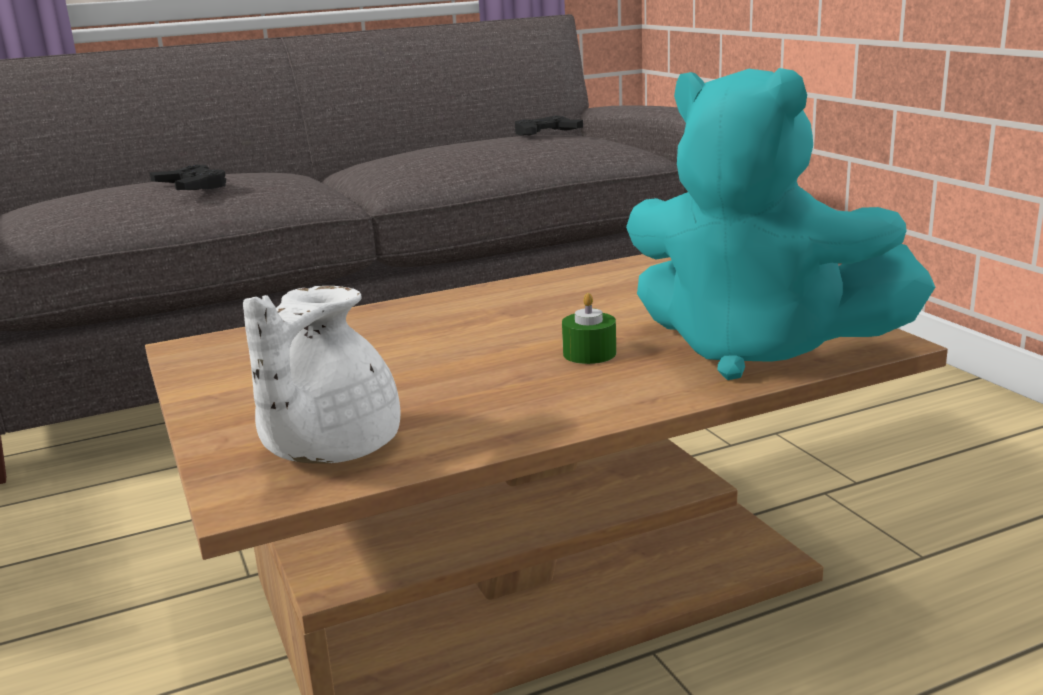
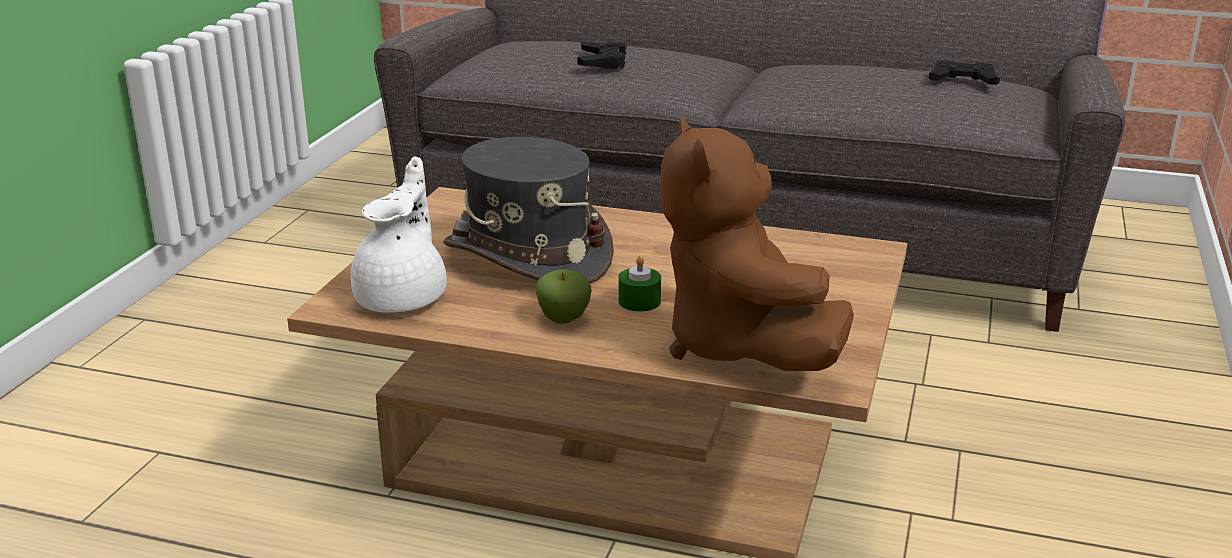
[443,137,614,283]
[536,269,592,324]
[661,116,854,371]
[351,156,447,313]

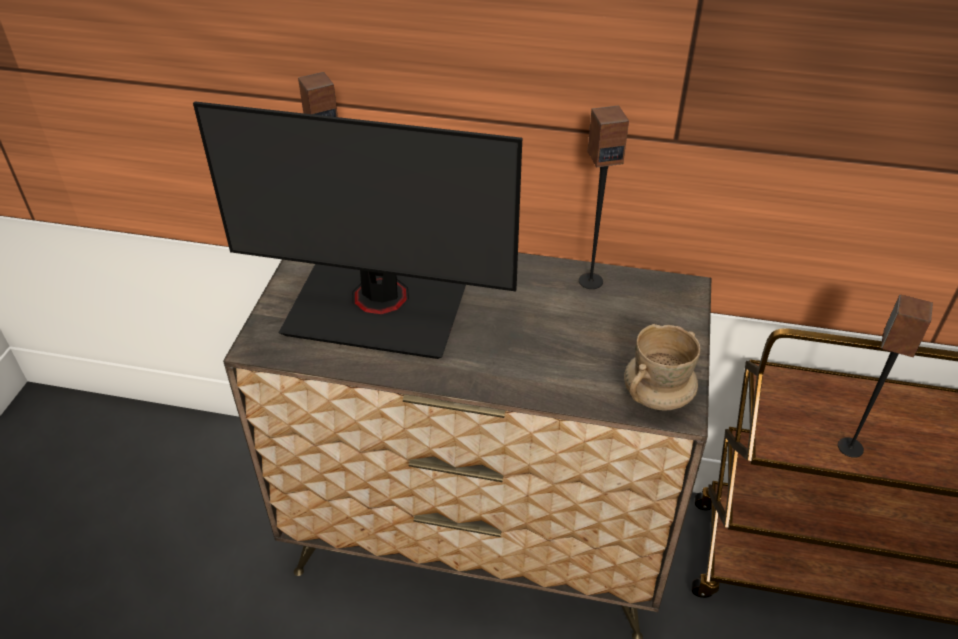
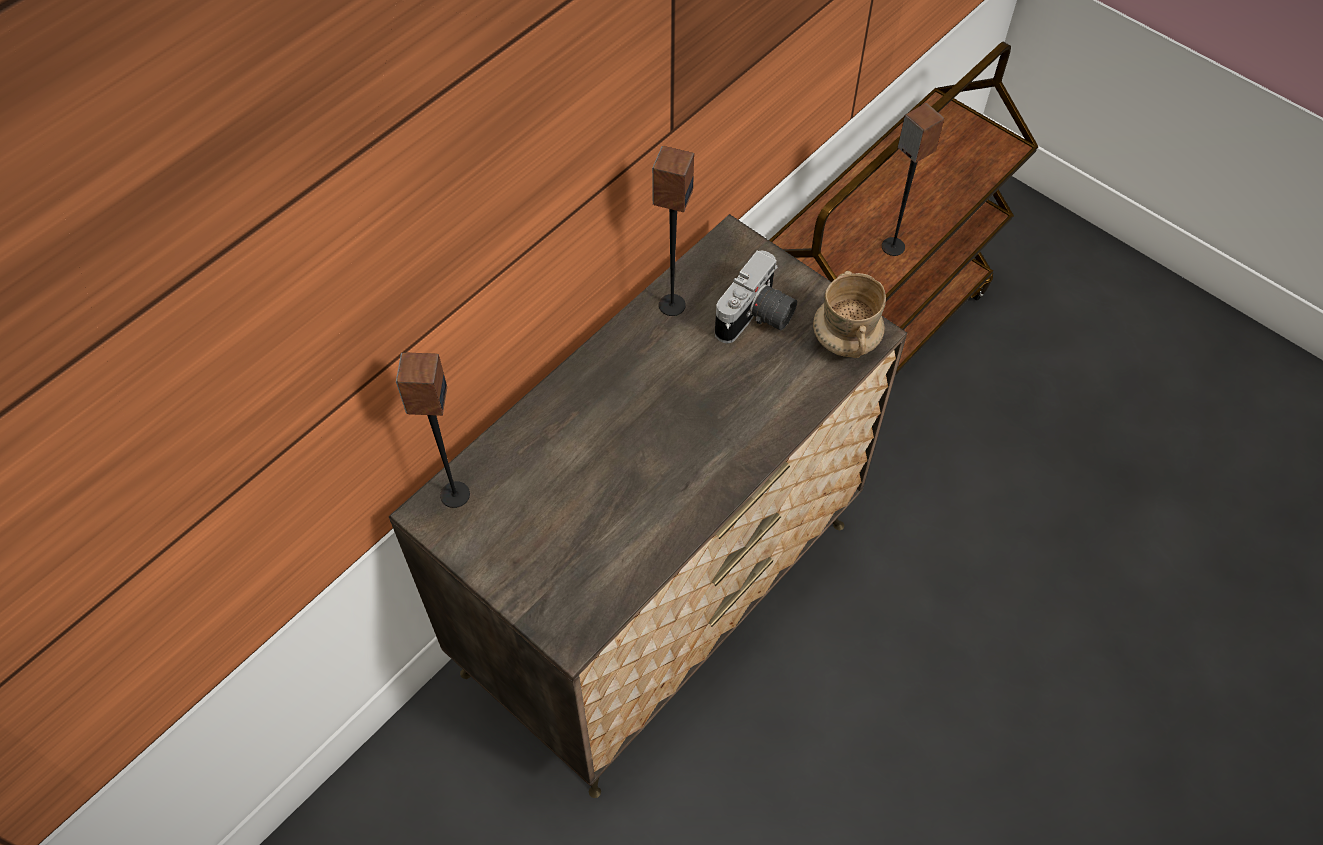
[193,101,522,359] (first image)
[715,251,797,344]

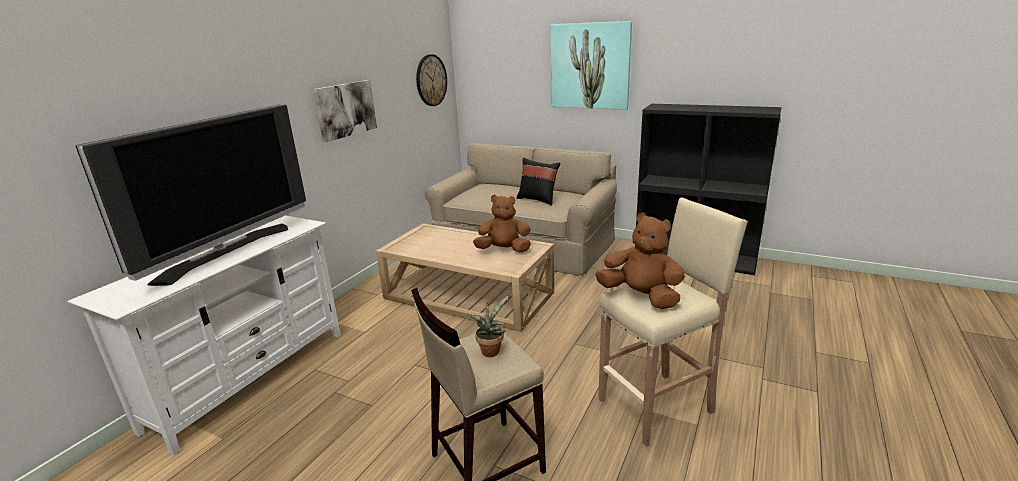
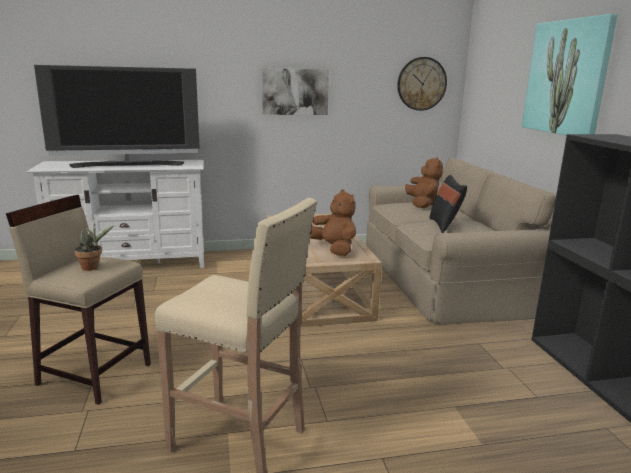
[405,157,443,208]

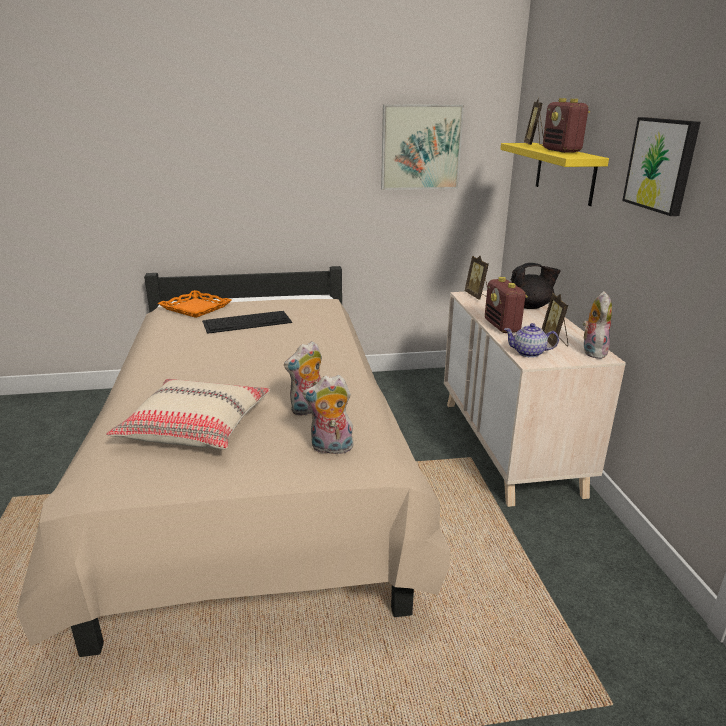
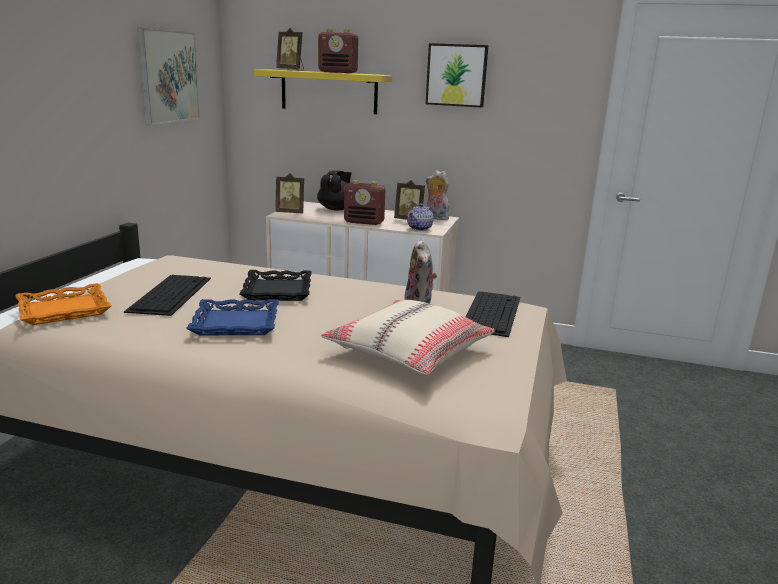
[186,299,279,335]
[240,270,312,301]
[466,291,520,337]

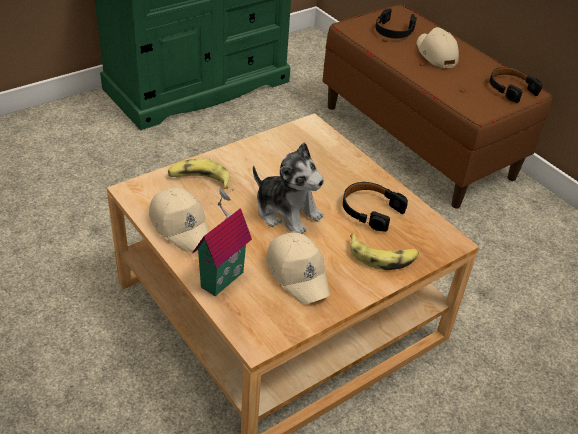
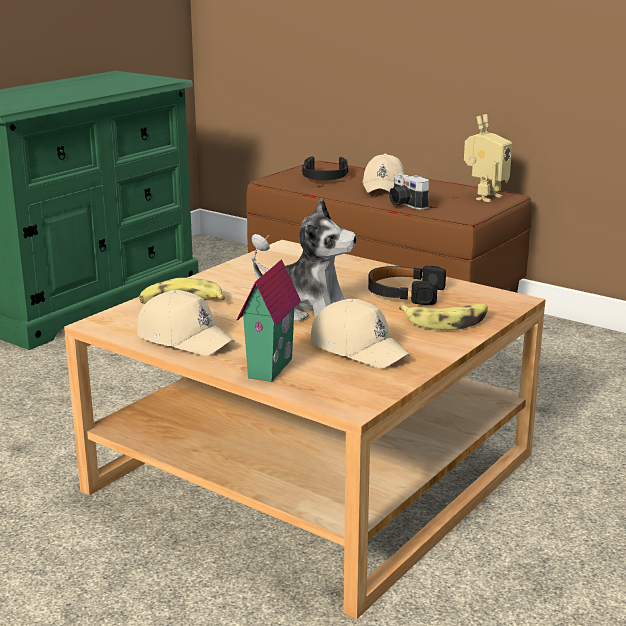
[389,174,429,210]
[464,114,512,202]
[362,154,404,193]

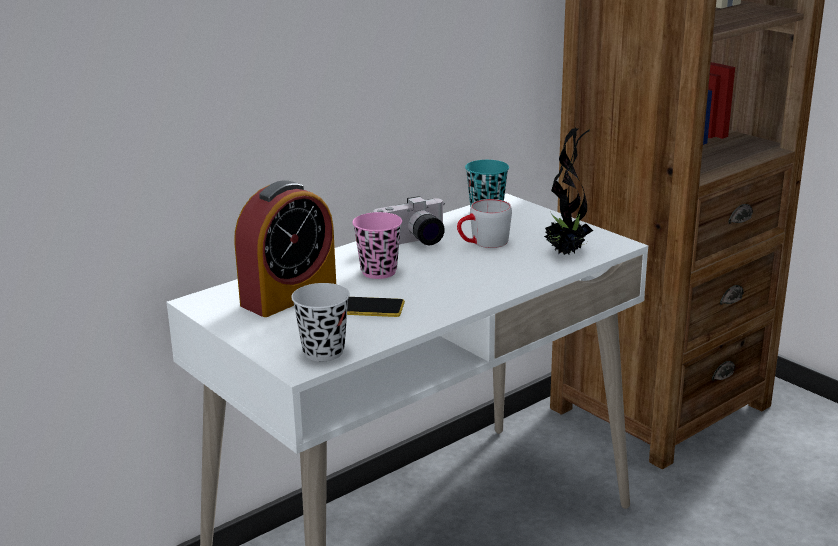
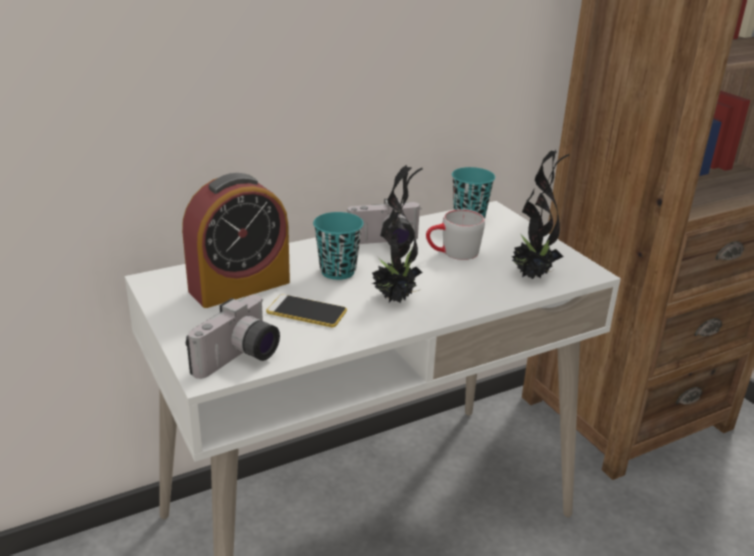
[372,165,423,303]
[186,295,280,379]
[313,212,364,280]

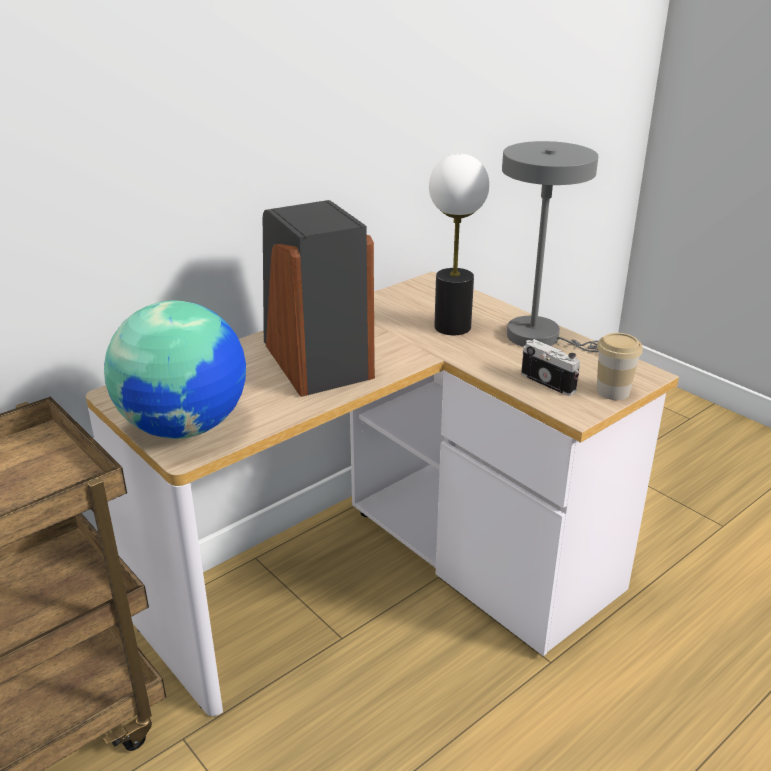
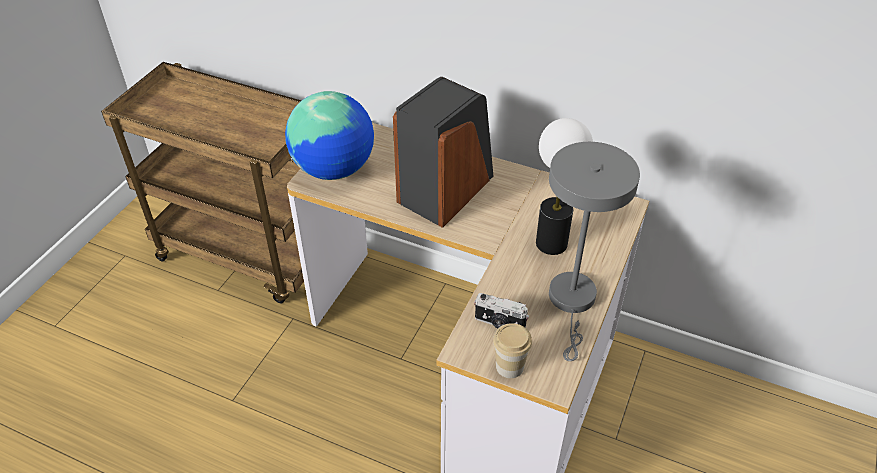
[474,293,529,328]

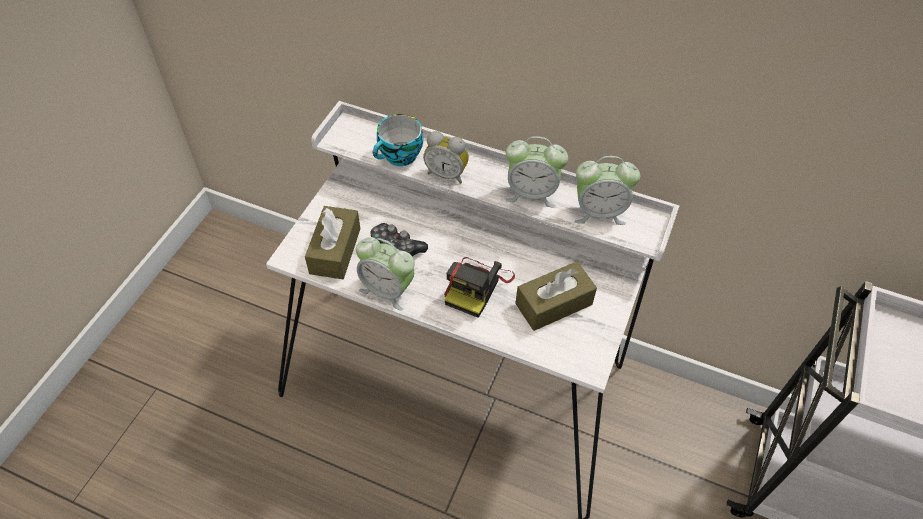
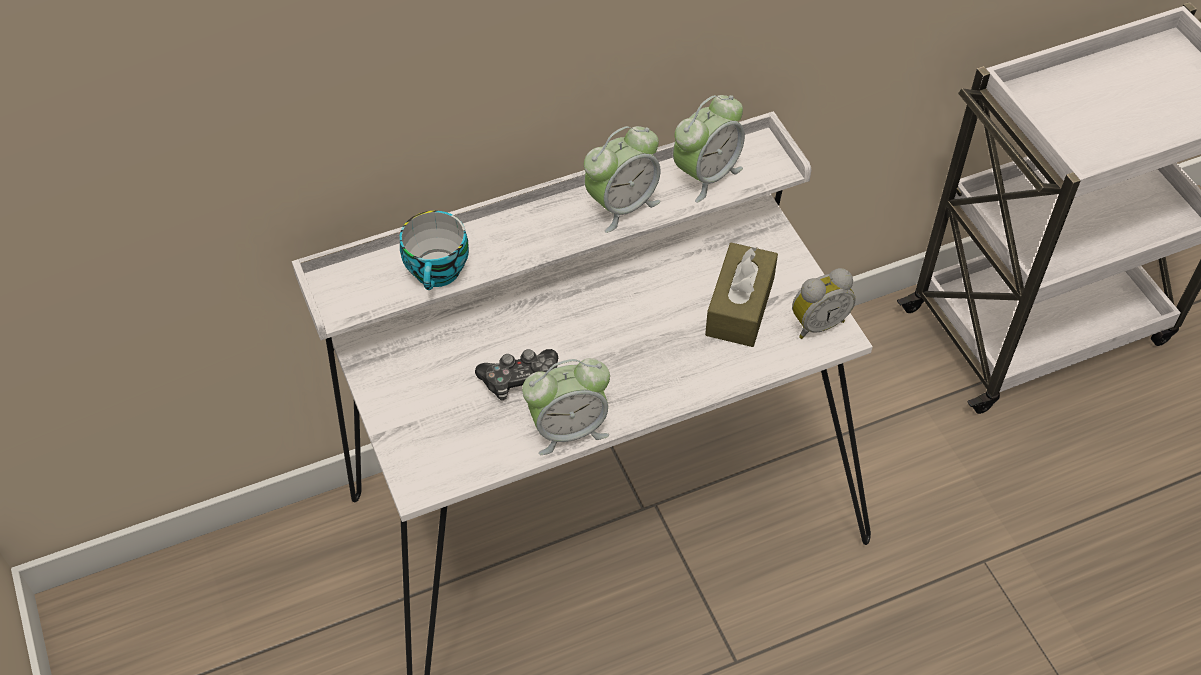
[305,206,360,279] (first image)
[444,257,515,318] (first image)
[792,268,856,339]

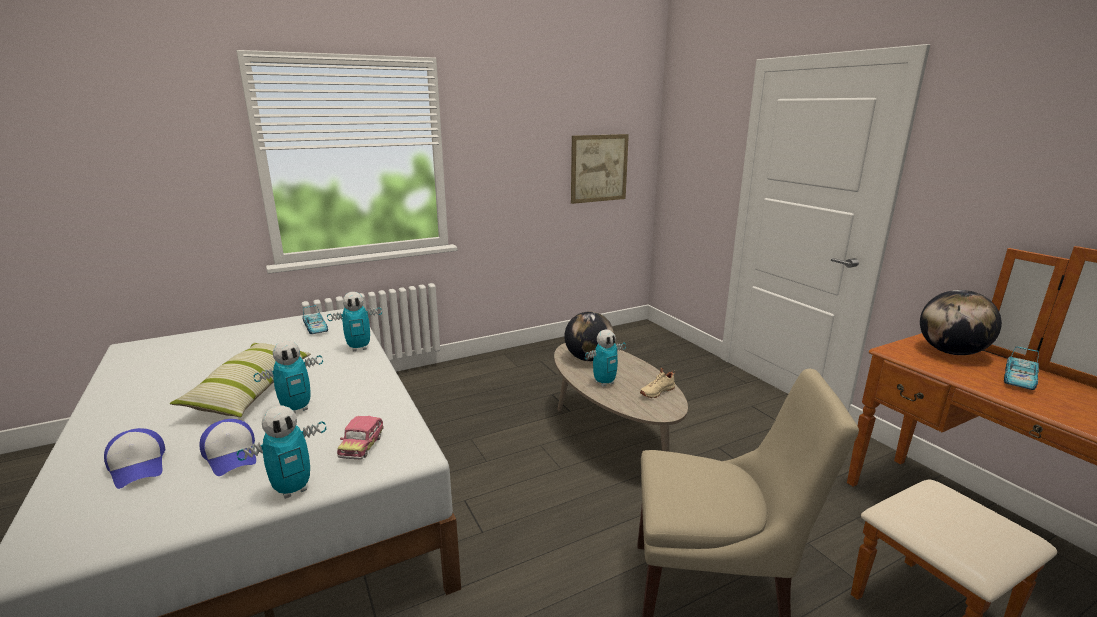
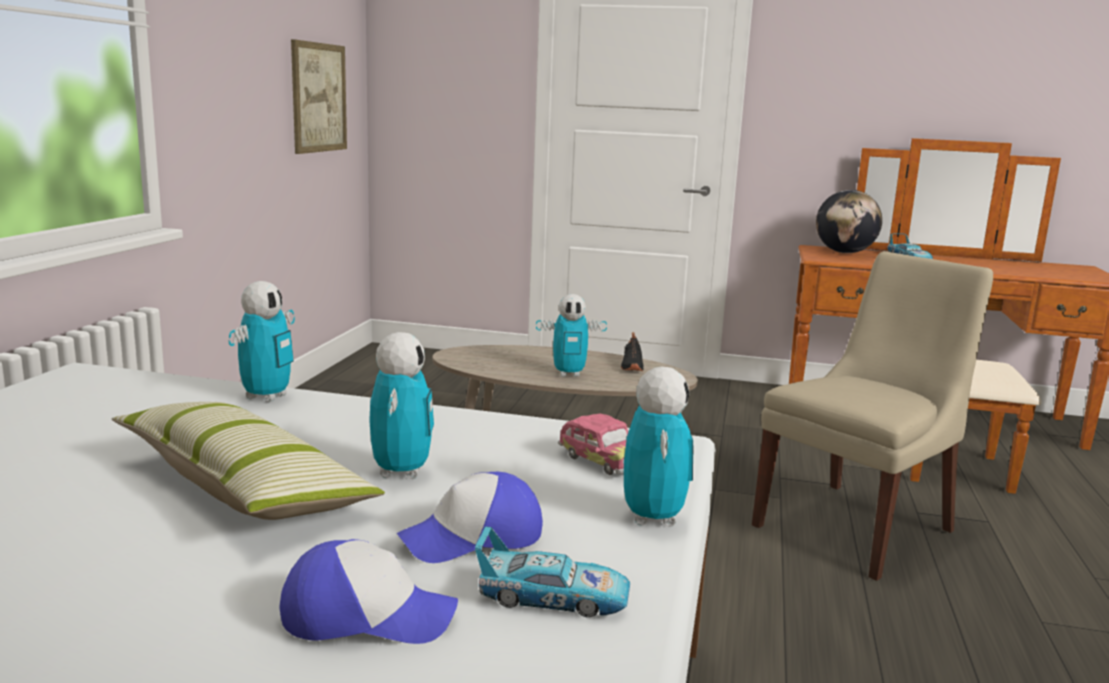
[564,311,614,361] (first image)
[475,526,630,617]
[621,332,644,371]
[397,472,543,563]
[536,294,607,377]

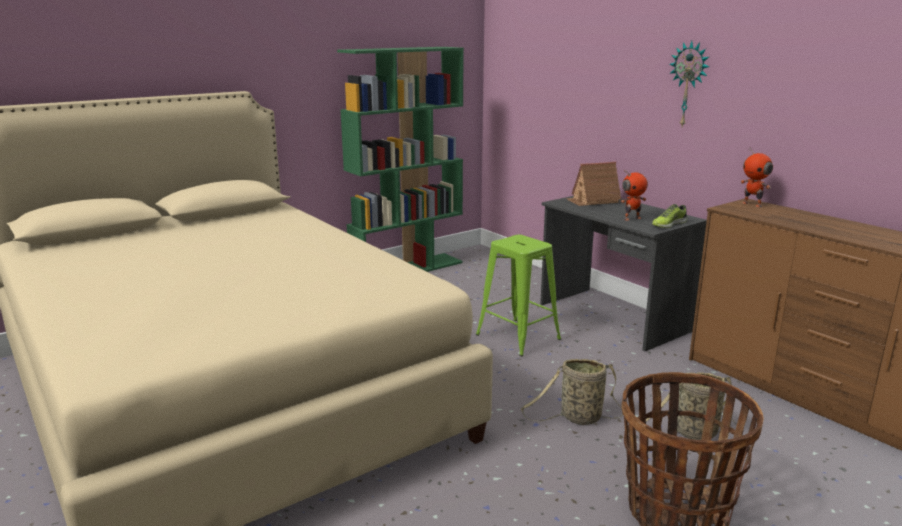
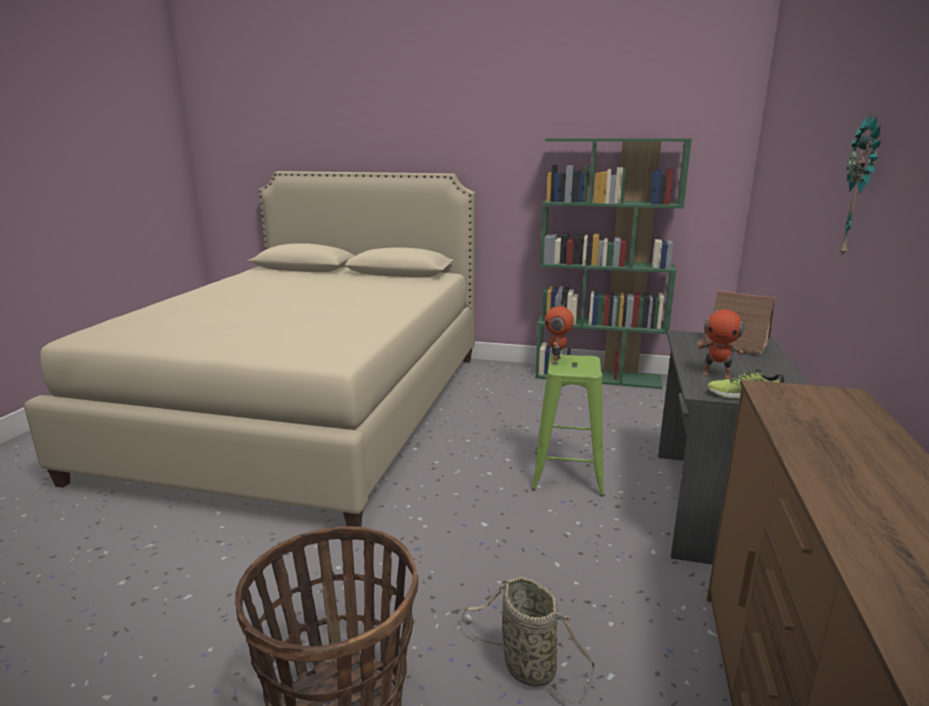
[521,359,623,425] (first image)
[545,300,574,365]

